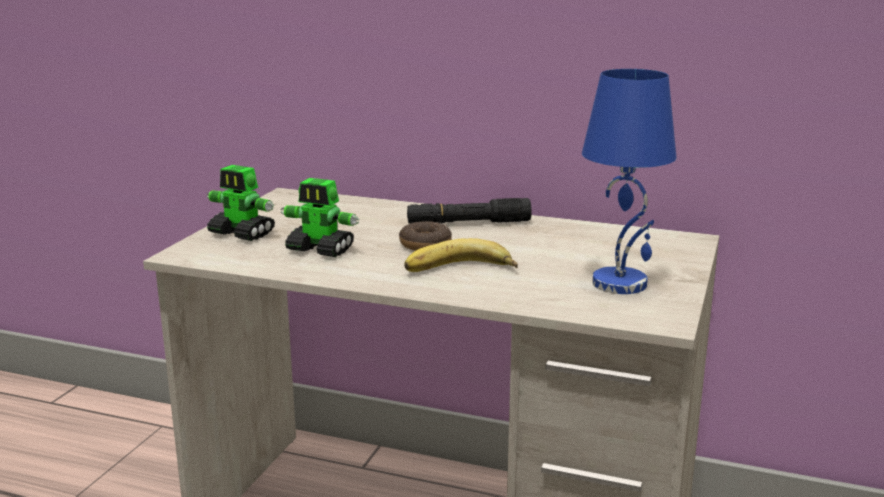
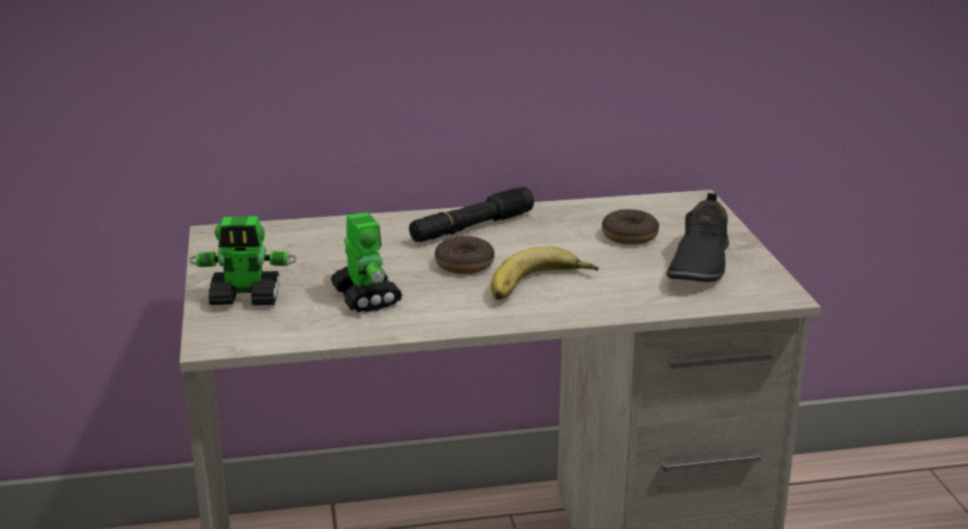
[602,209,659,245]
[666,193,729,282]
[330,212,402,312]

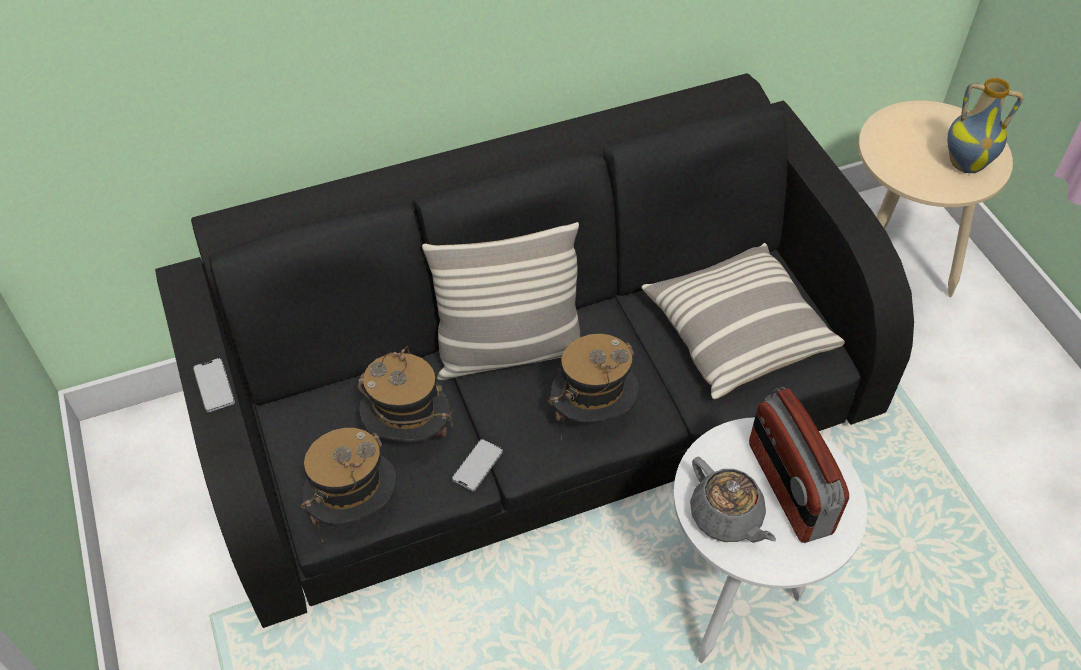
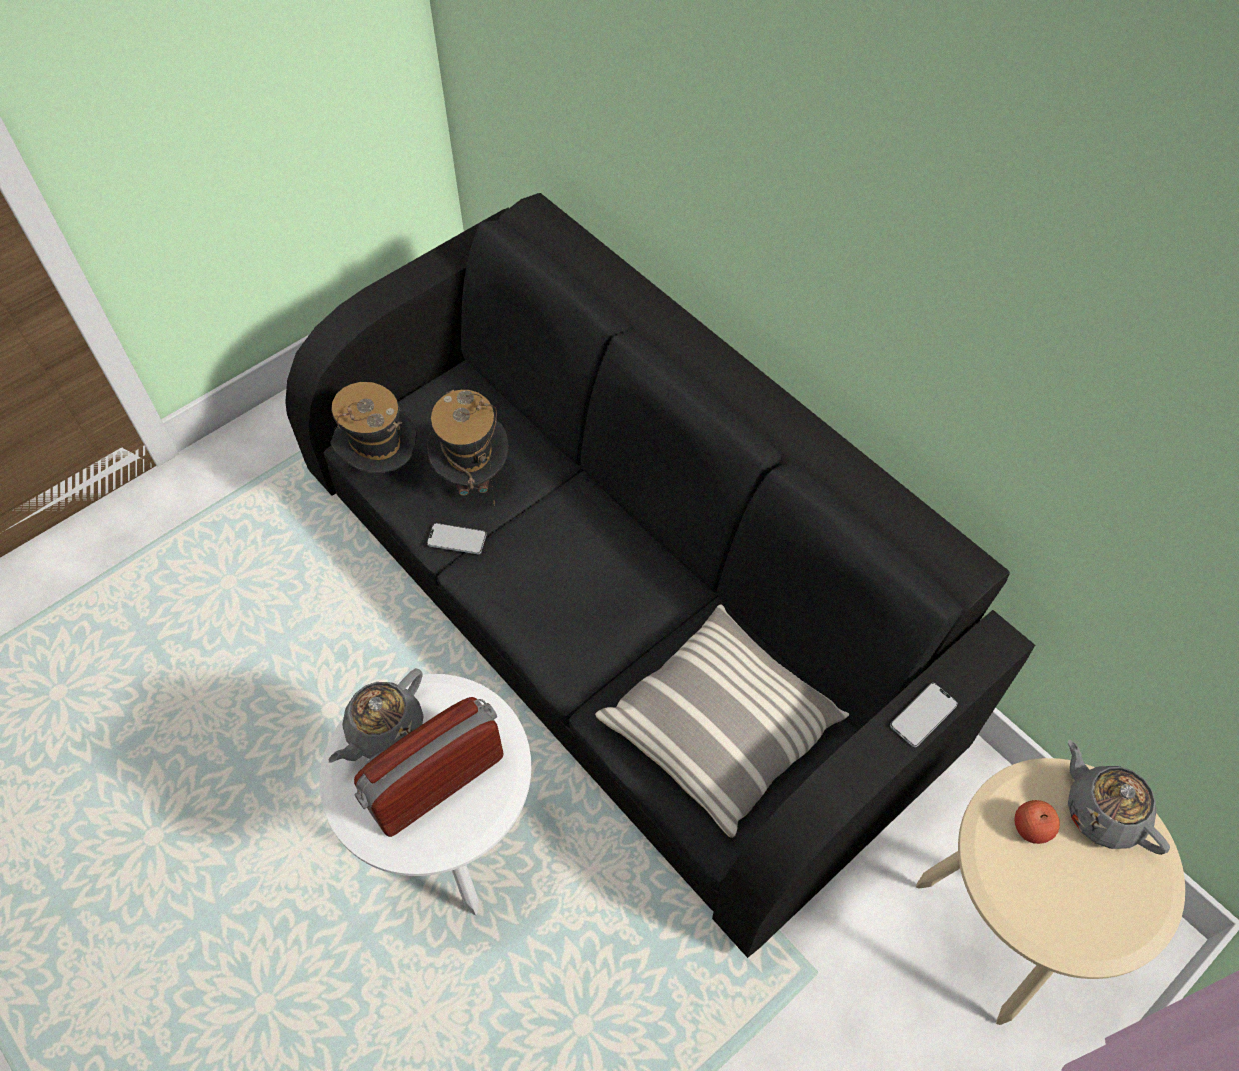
[422,222,580,380] (first image)
[548,334,639,440] (first image)
[947,78,1024,173] (first image)
[1015,800,1060,844]
[1068,740,1170,855]
[890,683,958,747]

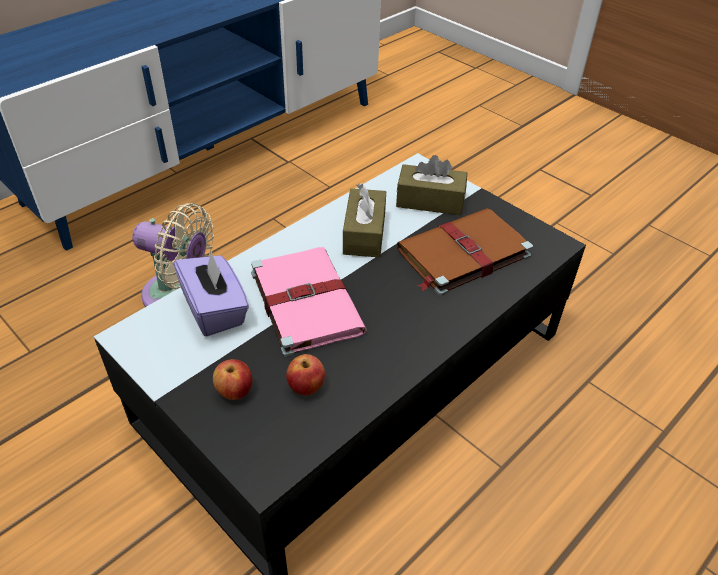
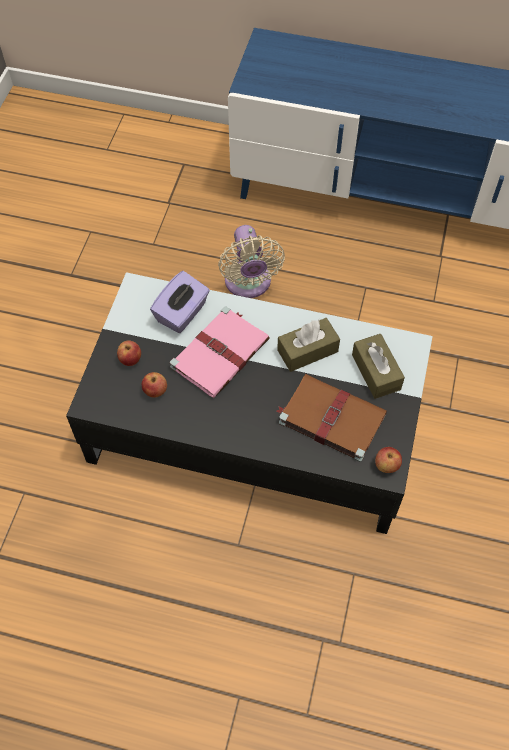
[375,447,402,473]

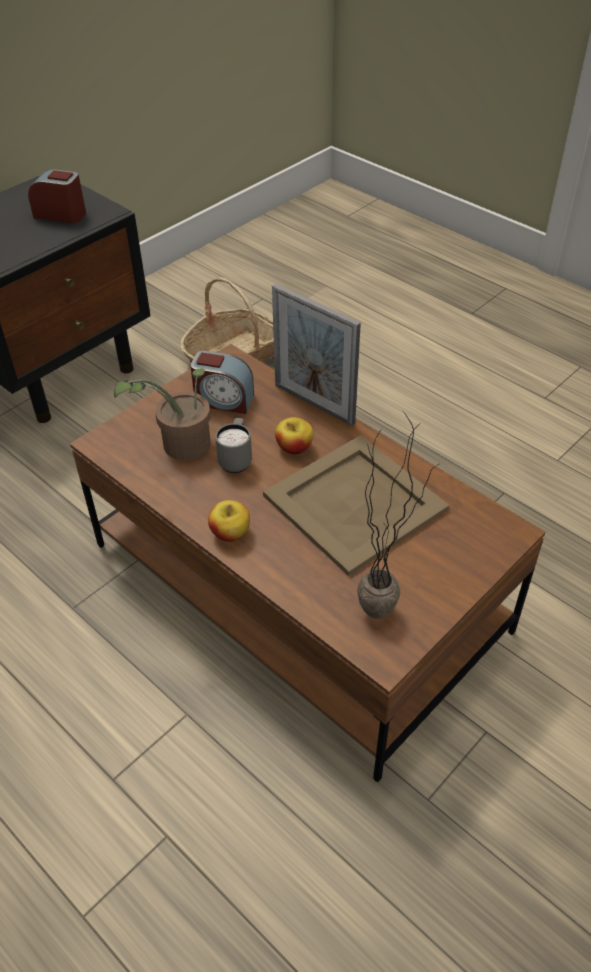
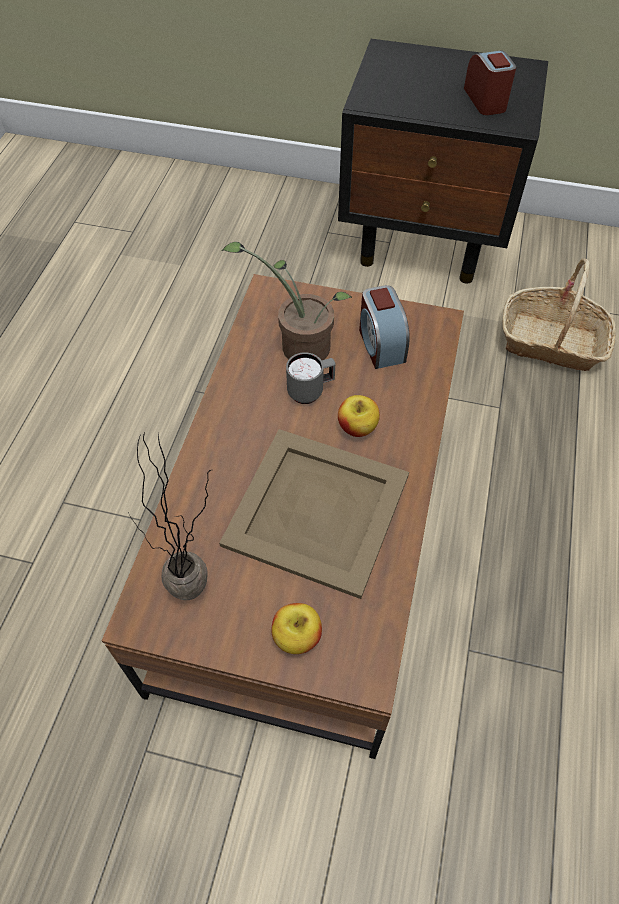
[272,283,361,426] (first image)
[271,603,322,654]

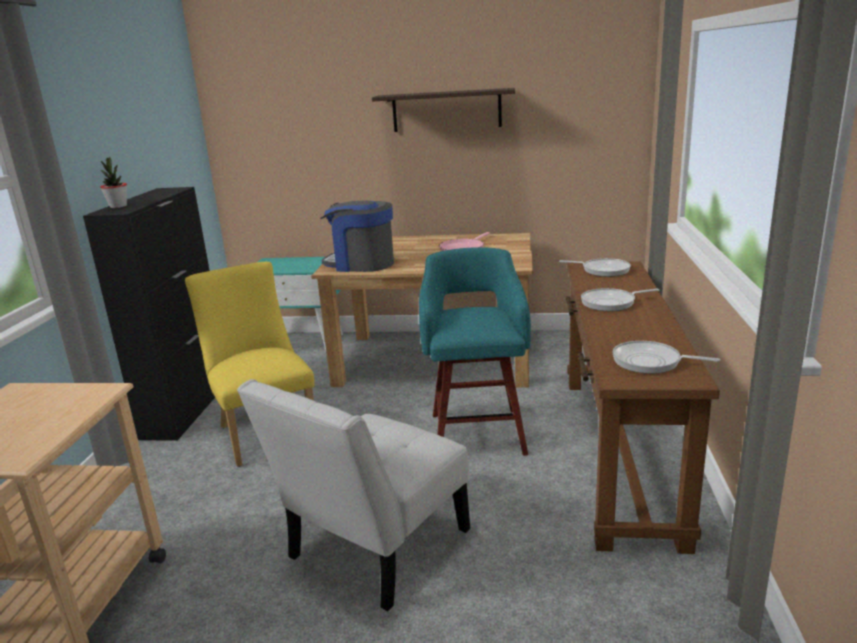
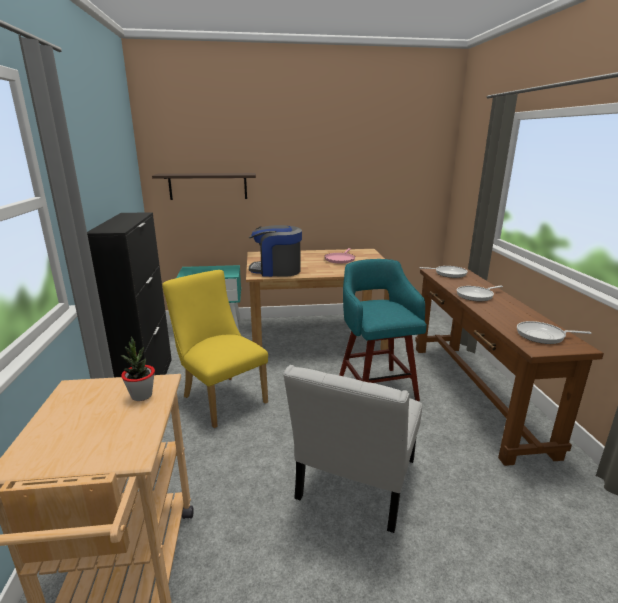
[120,336,155,401]
[152,173,256,200]

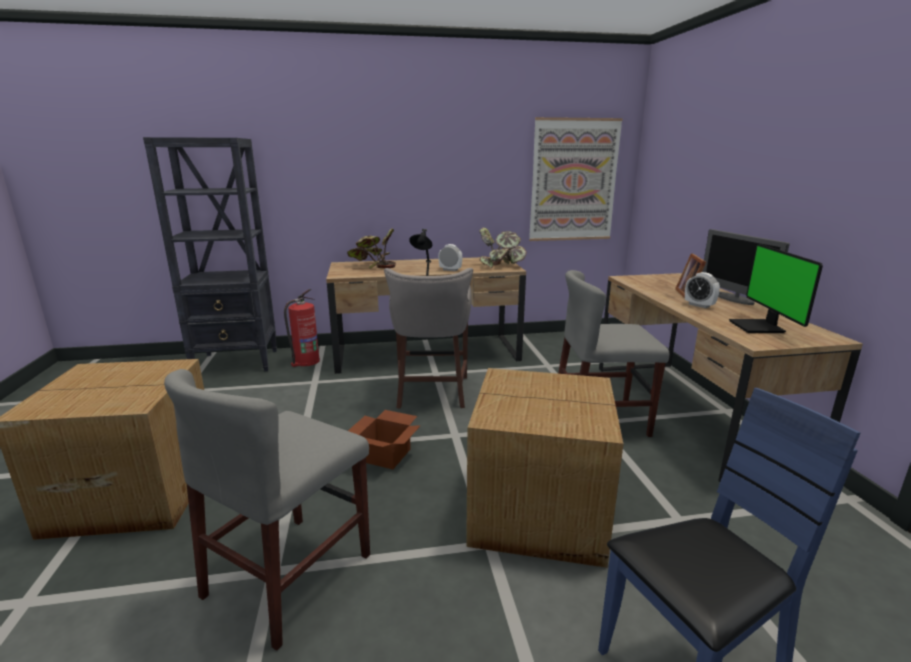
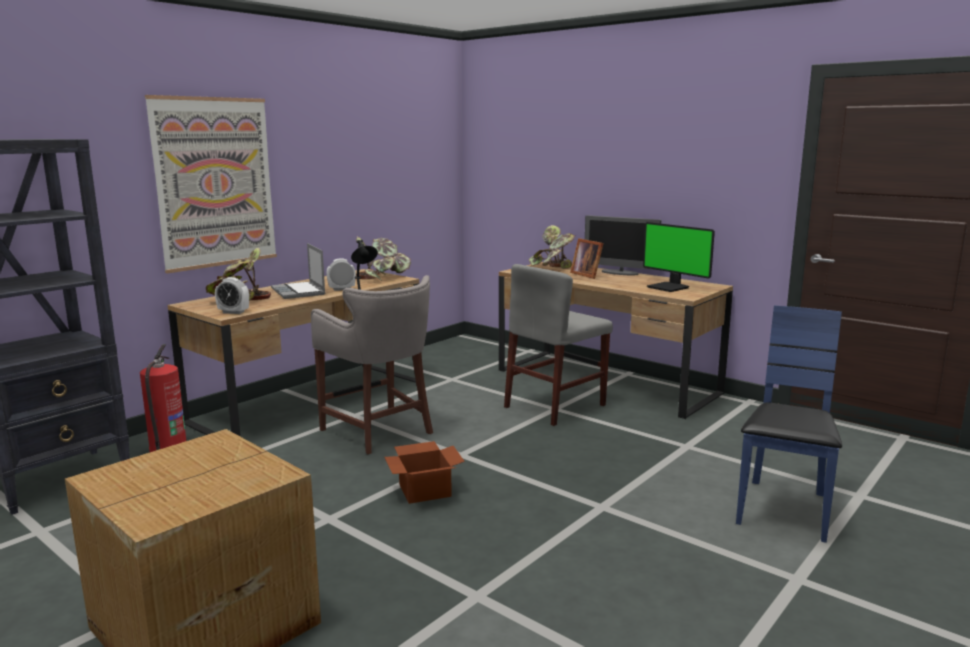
[164,369,370,651] (first image)
[466,368,623,568] (first image)
[271,243,325,299]
[529,225,575,269]
[145,95,277,273]
[215,277,249,314]

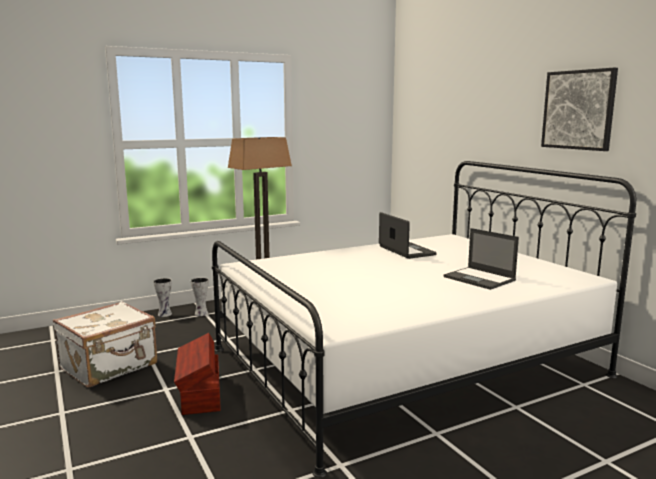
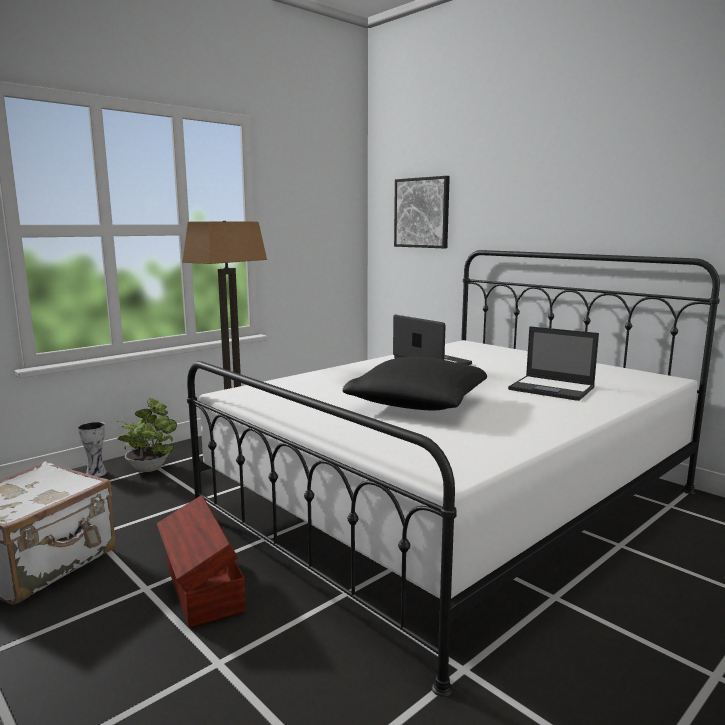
[343,357,487,410]
[394,176,450,248]
[117,398,177,472]

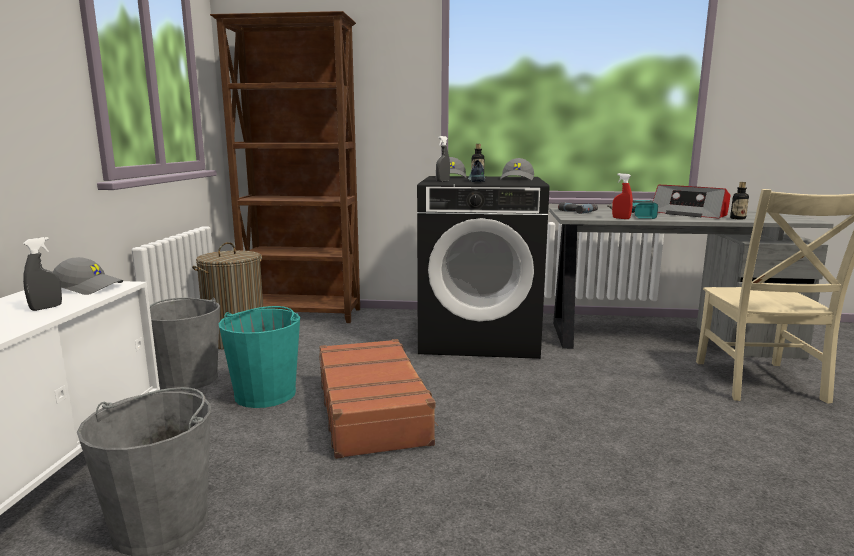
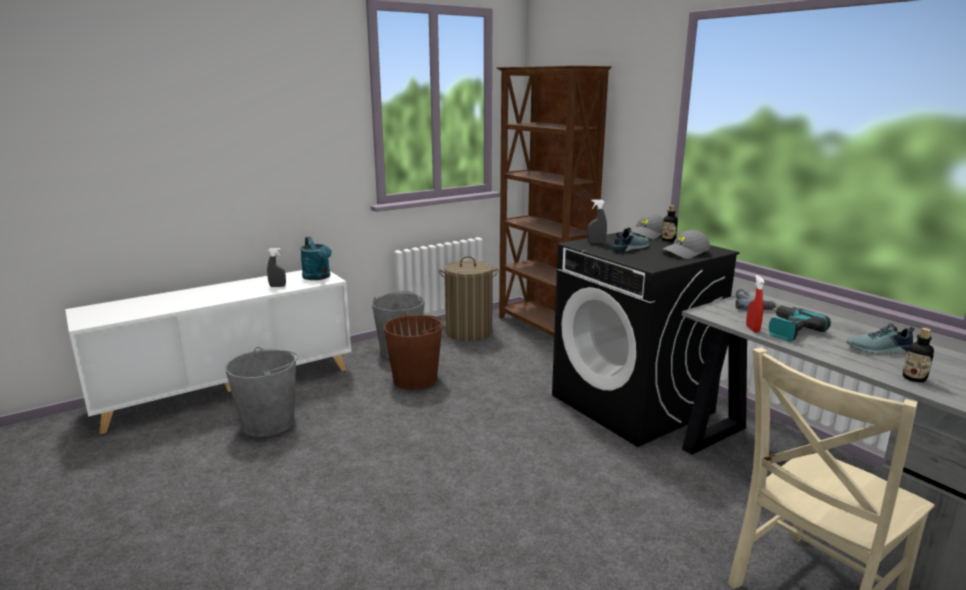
[319,339,438,459] (first image)
[300,237,331,280]
[847,323,914,354]
[384,313,443,390]

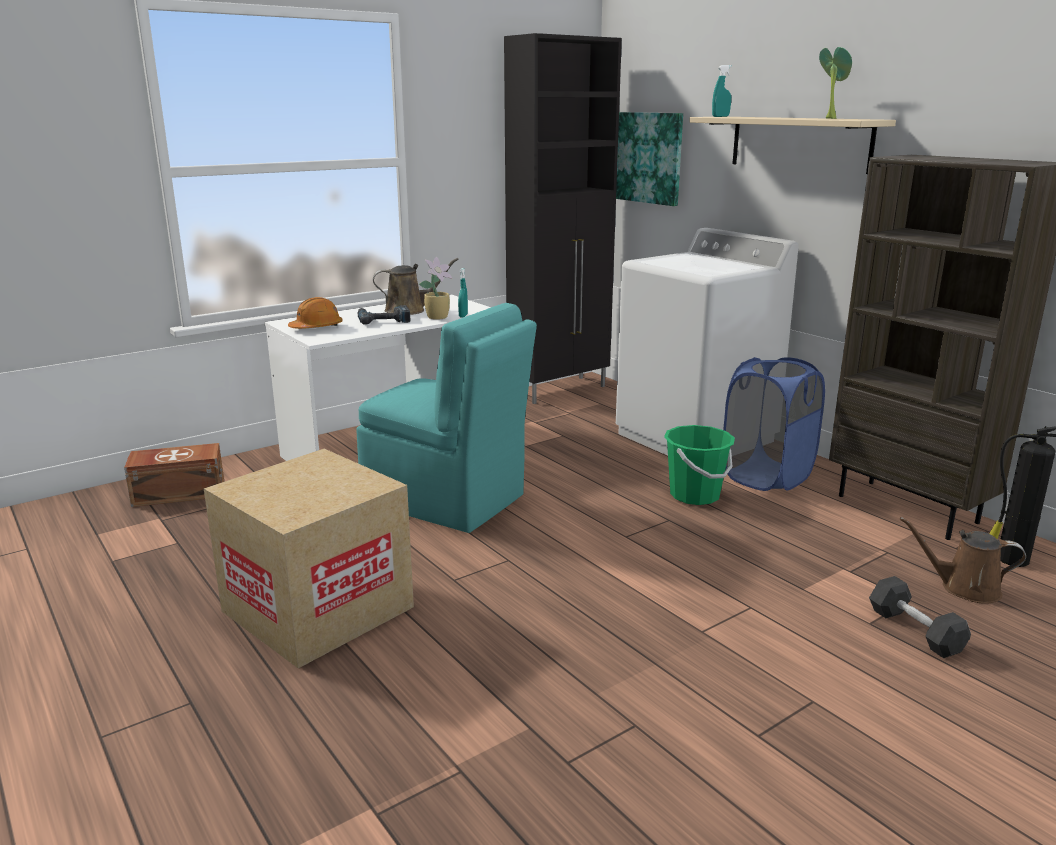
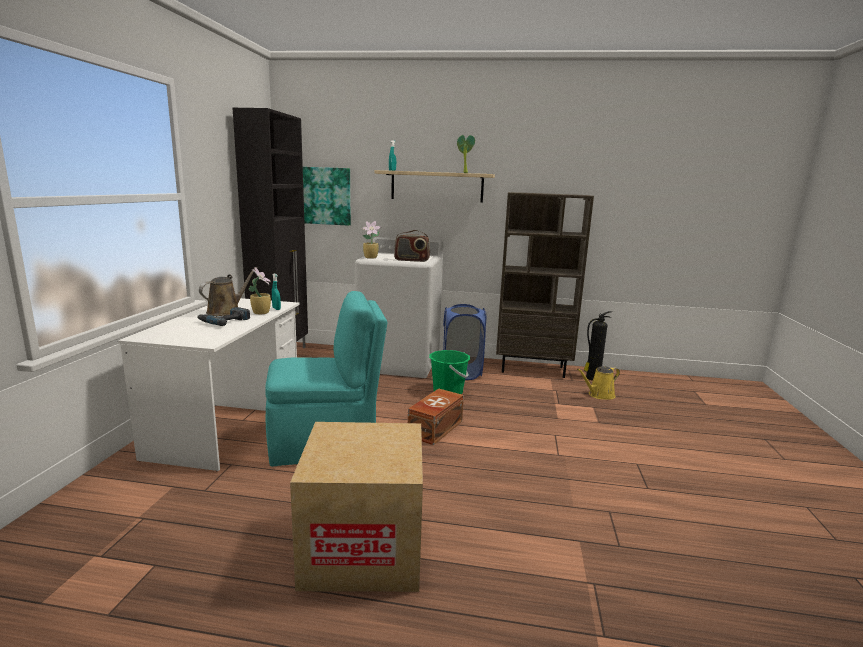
[288,297,343,329] (first image)
[869,576,971,658] (first image)
[361,221,381,259]
[394,230,430,262]
[408,388,464,445]
[577,366,620,400]

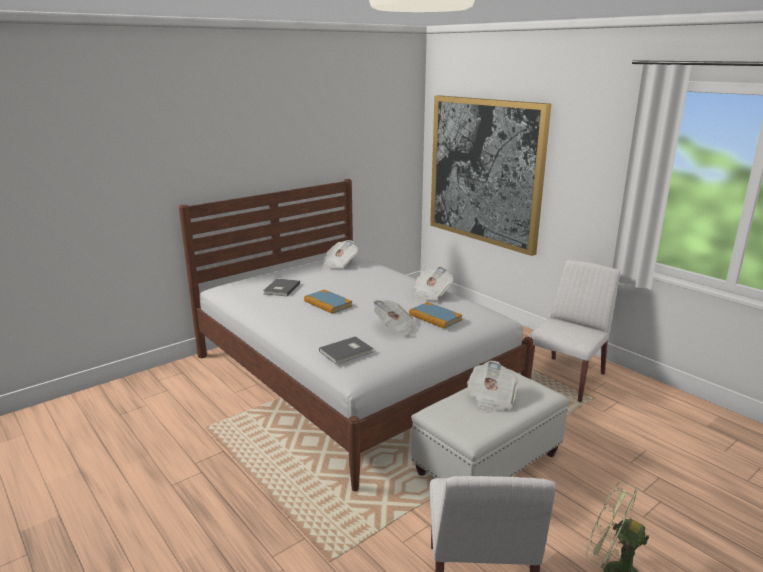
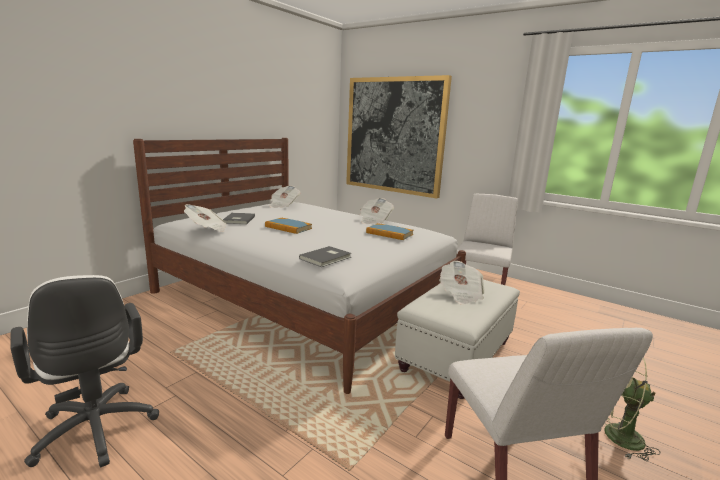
[10,275,159,467]
[184,204,227,232]

